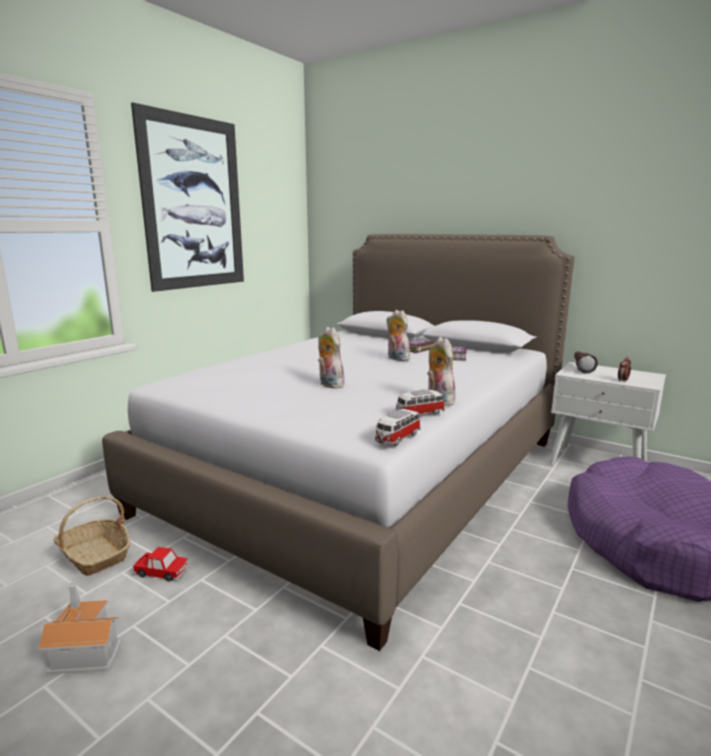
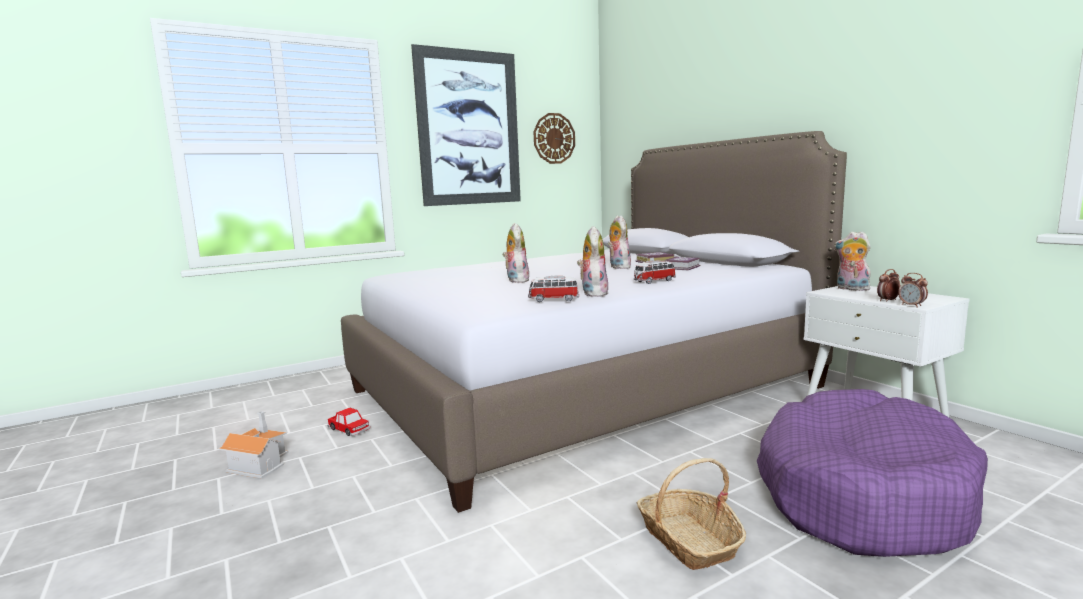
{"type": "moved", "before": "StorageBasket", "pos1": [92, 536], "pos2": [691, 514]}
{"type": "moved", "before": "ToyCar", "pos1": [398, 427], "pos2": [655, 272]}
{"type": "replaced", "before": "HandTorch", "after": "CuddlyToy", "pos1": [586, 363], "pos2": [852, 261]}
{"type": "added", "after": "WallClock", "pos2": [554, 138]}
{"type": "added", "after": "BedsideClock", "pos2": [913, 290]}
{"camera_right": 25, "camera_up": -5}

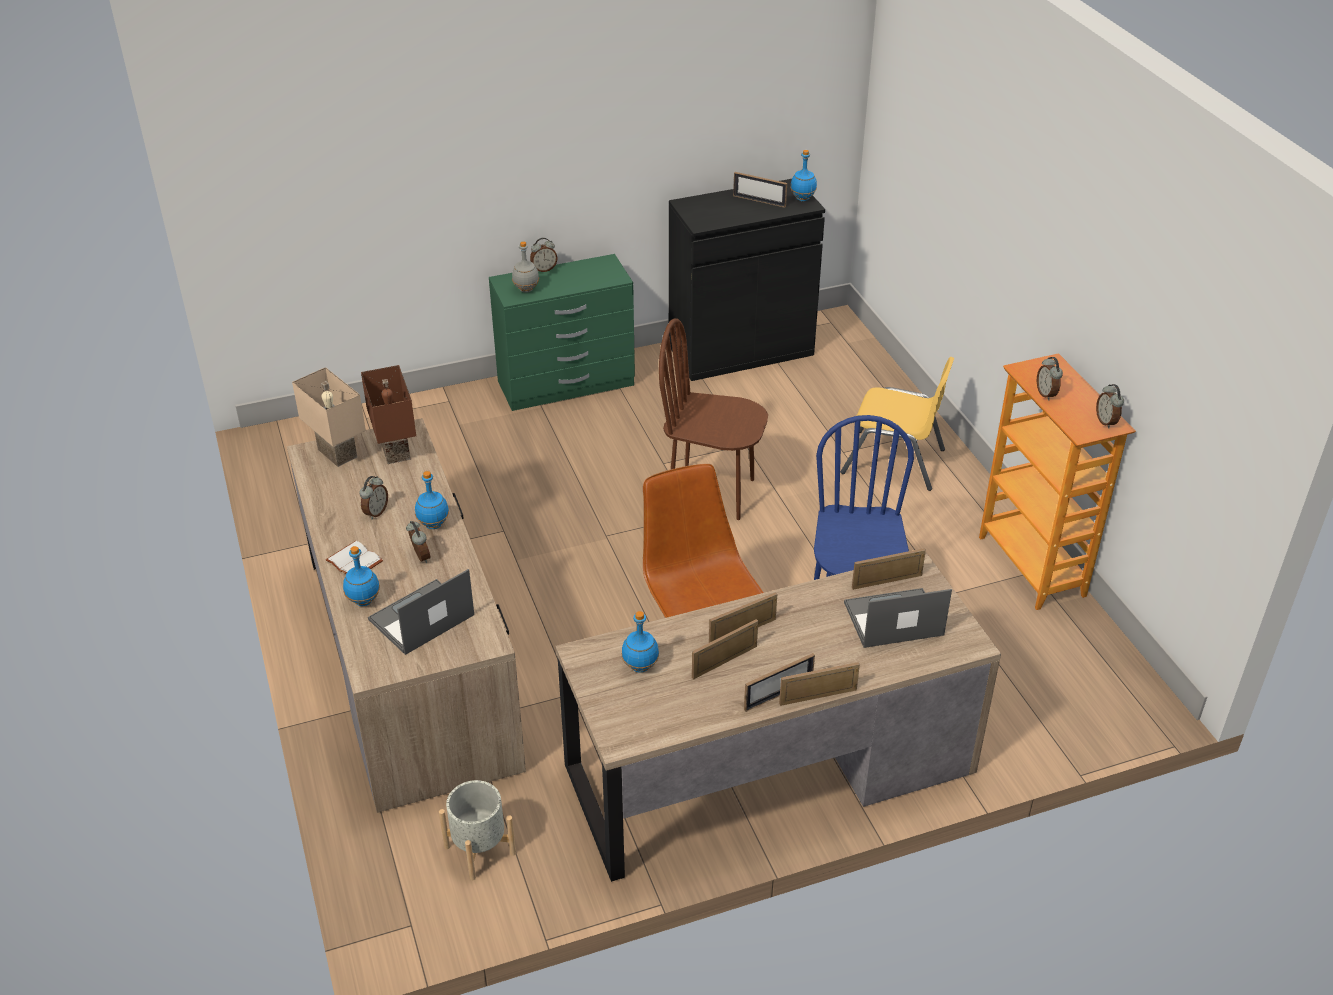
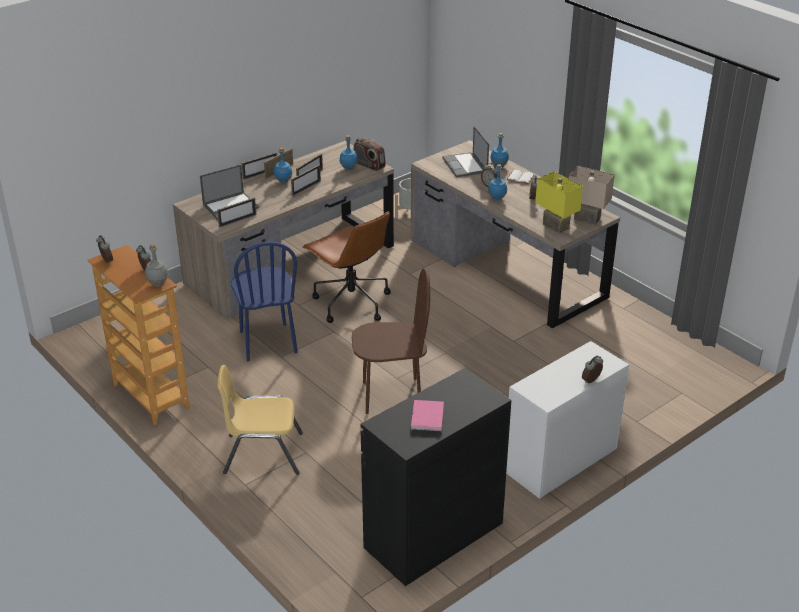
{"type": "recoloured", "before": "BrownishTabletopLamp", "after": "YellowTabletopLamp", "pos1": [388, 414], "pos2": [559, 202]}
{"type": "turned", "before": "PortableComputer", "pos1": [421, 612], "pos2": [466, 151], "turn": 135}
{"type": "recoloured", "before": "GreenColouredChestOfDrawers", "after": "WhiteColouredChestOfDrawers", "pos1": [562, 332], "pos2": [567, 420]}
{"type": "moved", "before": "GreyBeverageBottle", "pos1": [525, 267], "pos2": [157, 265]}
{"type": "replaced", "before": "StandingFrame", "after": "PinkishVolume", "pos1": [760, 190], "pos2": [427, 415]}
{"type": "moved", "before": "BlueColouredBeverageBottle", "pos1": [803, 175], "pos2": [283, 165]}
{"type": "added", "after": "Radio", "pos2": [369, 154]}
{"camera_right": 160, "camera_up": -5}

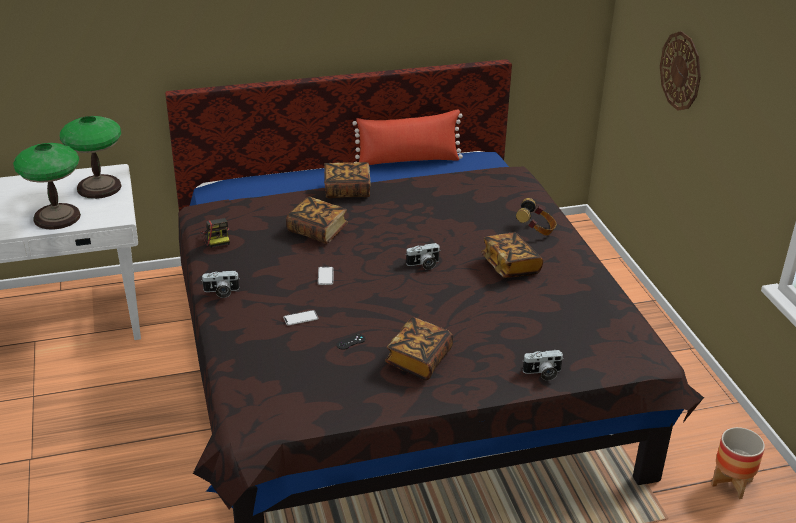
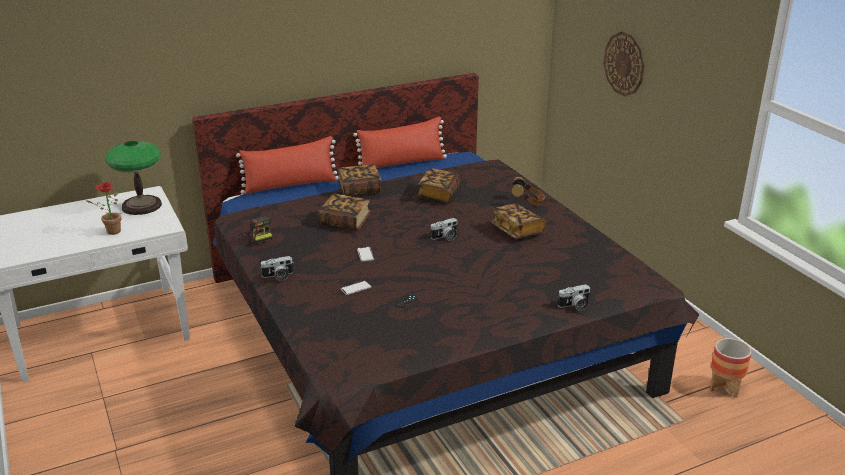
{"type": "replaced", "before": "TabletopLamp", "after": "Houseplant", "pos1": [47, 186], "pos2": [103, 208]}
{"type": "moved", "before": "Volume", "pos1": [419, 348], "pos2": [438, 186]}
{"type": "added", "after": "ReddishCushion", "pos2": [287, 165]}
{"camera_right": -10, "camera_up": -5}

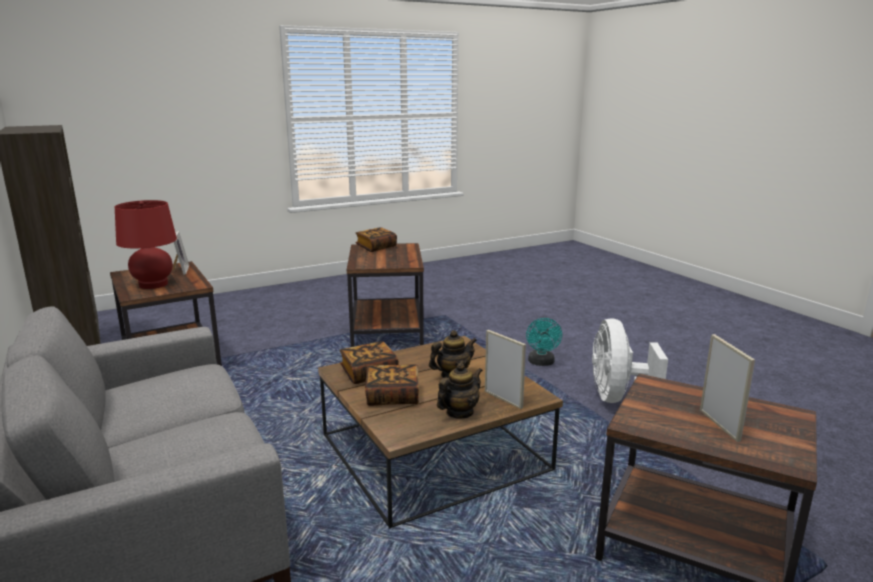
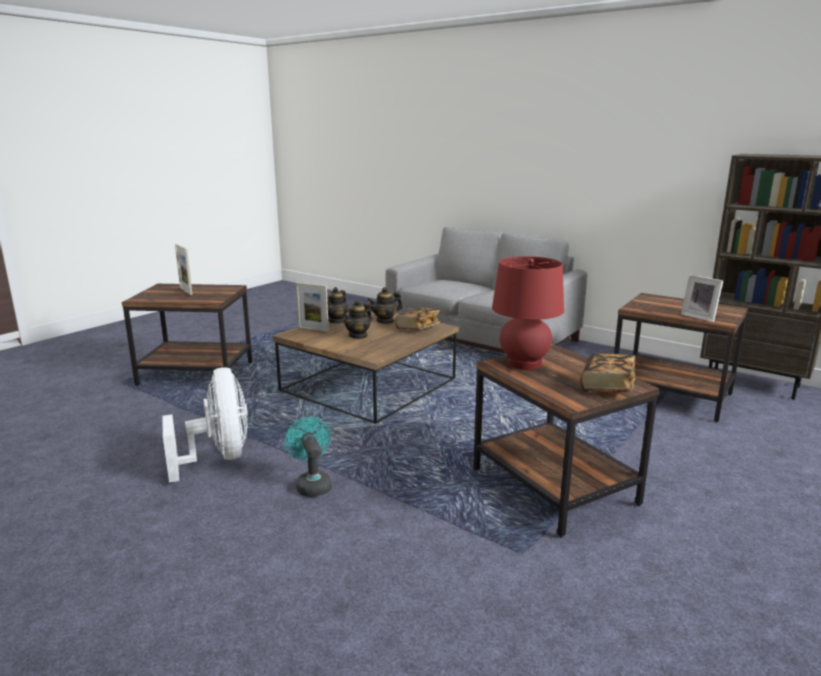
{"type": "moved", "before": "ReddishTabletopLamp", "pos1": [146, 244], "pos2": [528, 313]}
{"type": "replaced", "before": "Volume", "after": "TeaPot", "pos1": [392, 385], "pos2": [385, 305]}
{"camera_right": 155, "camera_up": 0}

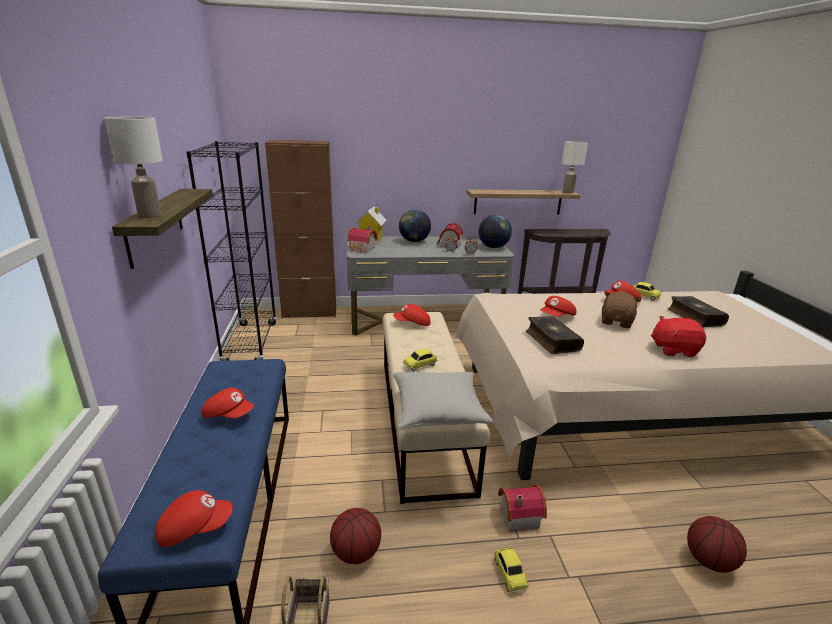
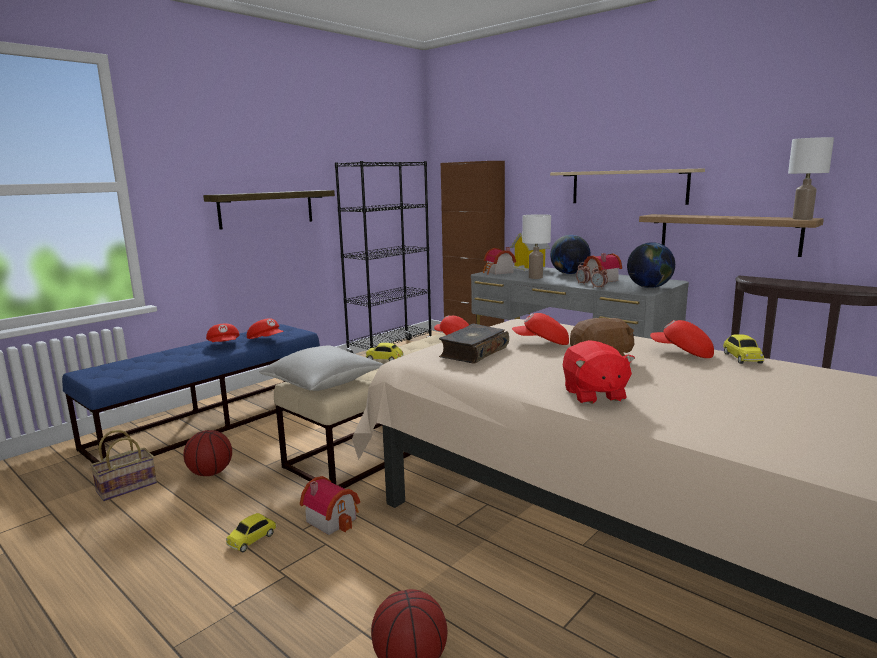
{"type": "moved", "before": "WhiteColouredTabletopLamp", "pos1": [133, 167], "pos2": [536, 246]}
{"type": "moved", "before": "ReddishPeakedCap", "pos1": [194, 518], "pos2": [265, 328]}
{"type": "turned", "before": "ReddishCuddlyToy", "pos1": [678, 336], "pos2": [599, 372], "turn": -150}
{"type": "removed", "before": "Volume", "pos1": [698, 311]}
{"type": "added", "after": "BeigeShelf", "pos2": [627, 186]}
{"camera_right": 50, "camera_up": -10}

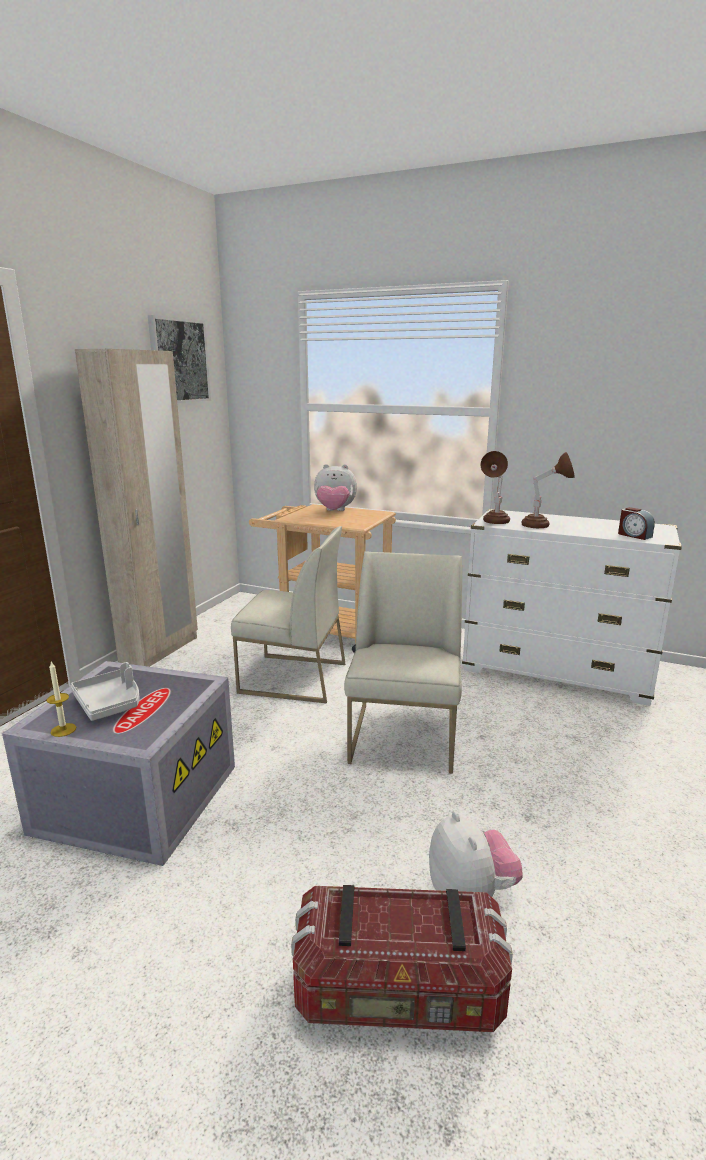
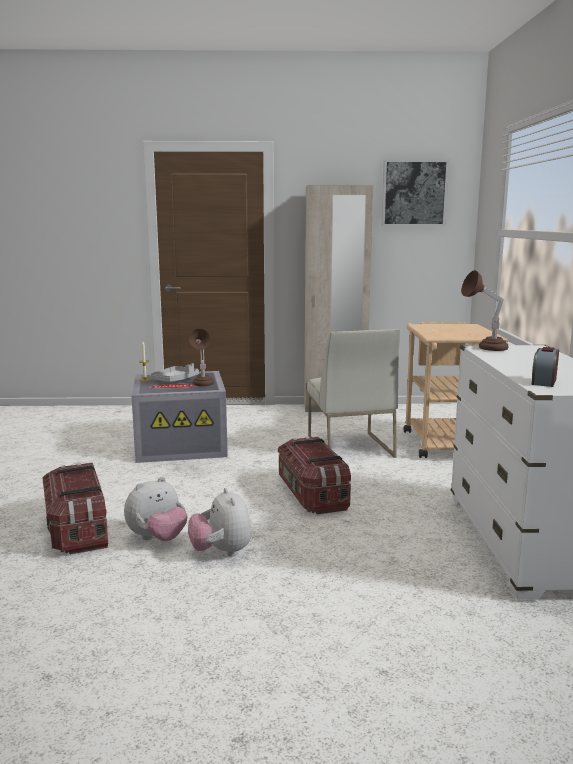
{"type": "moved", "before": "CuddlyToy", "pos1": [335, 487], "pos2": [220, 522]}
{"type": "replaced", "before": "WhiteColouredUprightChair", "after": "StorageContainer", "pos1": [403, 663], "pos2": [314, 475]}
{"type": "moved", "before": "BrownishTabletopLamp", "pos1": [547, 490], "pos2": [201, 357]}
{"camera_right": 65, "camera_up": -5}

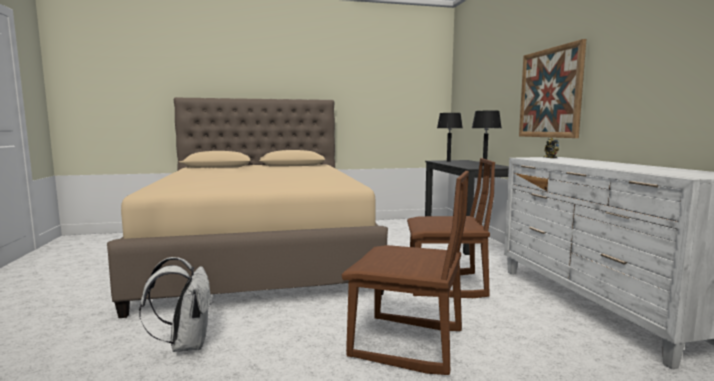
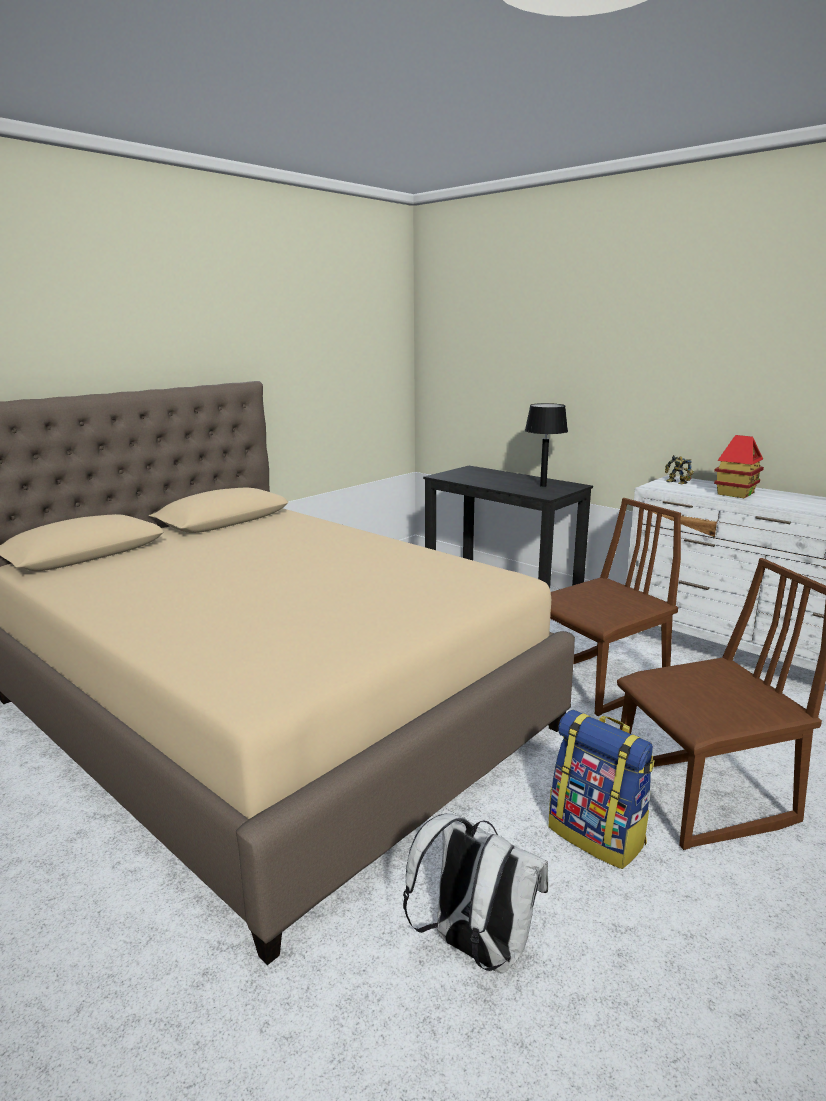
{"type": "removed", "before": "BlackColouredTabletopLamp", "pos1": [450, 137]}
{"type": "removed", "before": "WallPicture", "pos1": [552, 88]}
{"type": "added", "after": "Rucksack", "pos2": [602, 789]}
{"type": "added", "after": "ToyHouse", "pos2": [739, 466]}
{"camera_right": -35, "camera_up": 10}

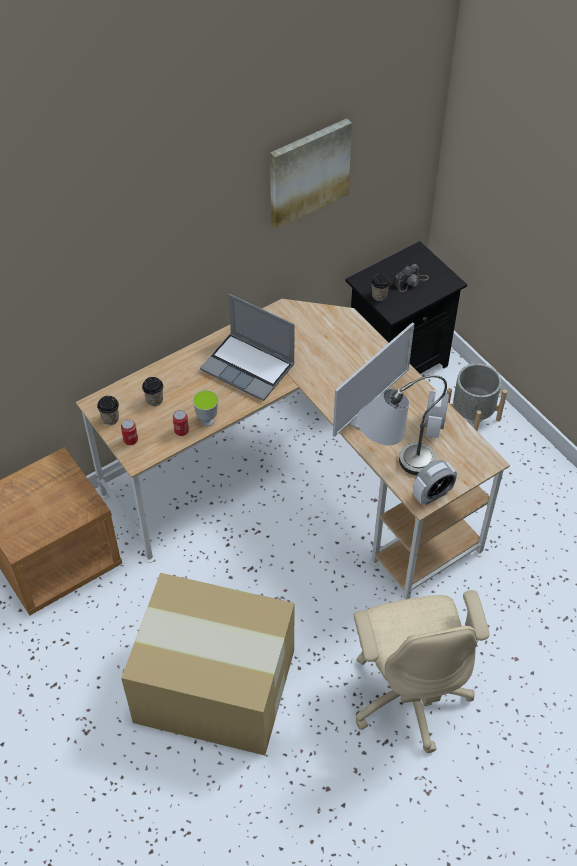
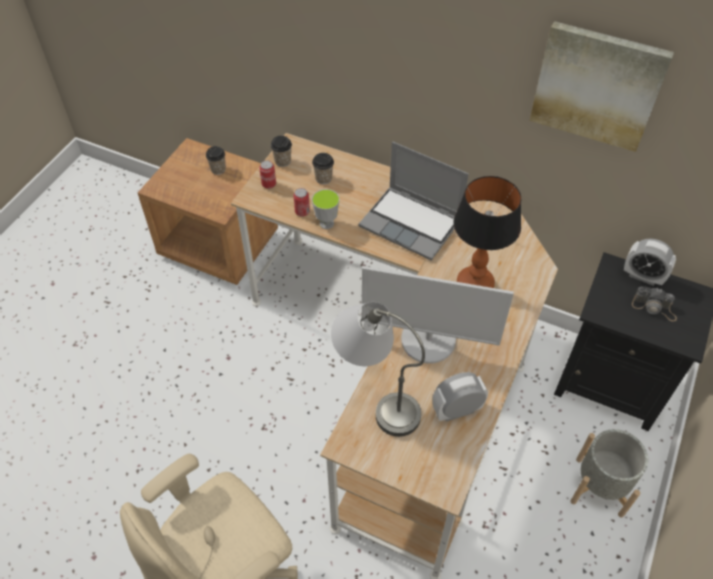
{"type": "removed", "before": "PackingBox", "pos1": [208, 664]}
{"type": "turned", "before": "PortableComputer", "pos1": [247, 347], "pos2": [413, 201], "turn": -60}
{"type": "moved", "before": "SmallCup", "pos1": [380, 287], "pos2": [216, 160]}
{"type": "moved", "before": "BedsideClock", "pos1": [435, 482], "pos2": [650, 262]}
{"type": "added", "after": "TabletopLamp", "pos2": [487, 232]}
{"camera_right": 60, "camera_up": 0}

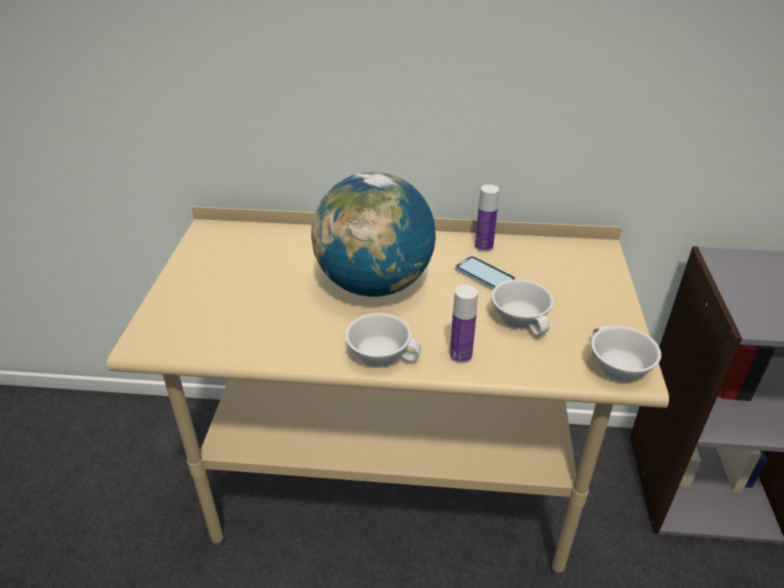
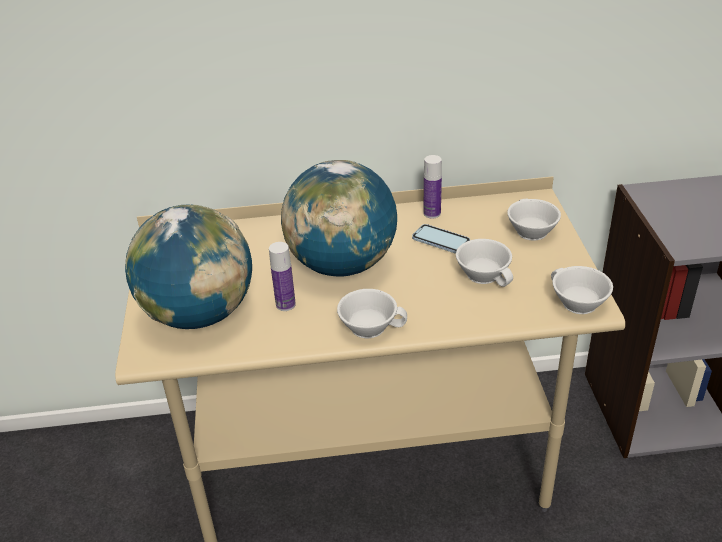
{"type": "moved", "before": "BeverageBottle", "pos1": [464, 324], "pos2": [282, 276]}
{"type": "added", "after": "WorldGlobe", "pos2": [188, 267]}
{"type": "added", "after": "WhiteColouredSmallCup", "pos2": [534, 219]}
{"camera_right": -10, "camera_up": 0}

